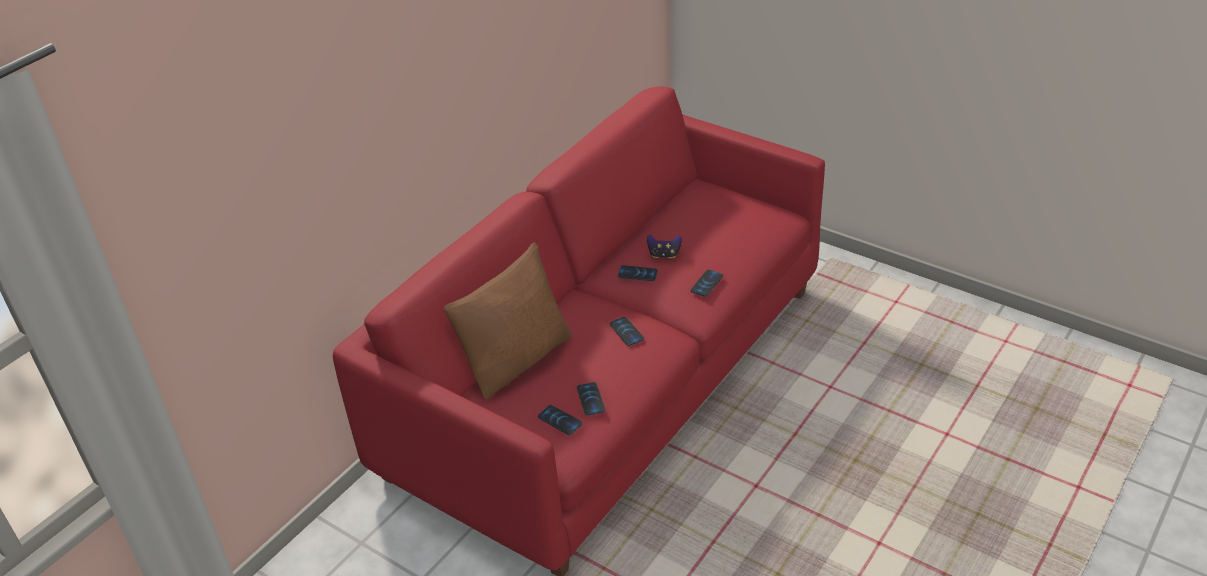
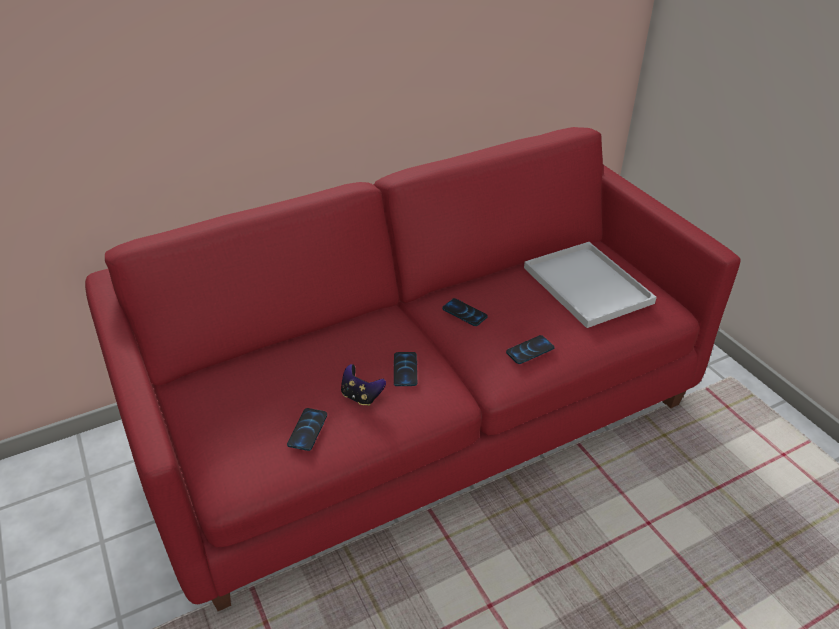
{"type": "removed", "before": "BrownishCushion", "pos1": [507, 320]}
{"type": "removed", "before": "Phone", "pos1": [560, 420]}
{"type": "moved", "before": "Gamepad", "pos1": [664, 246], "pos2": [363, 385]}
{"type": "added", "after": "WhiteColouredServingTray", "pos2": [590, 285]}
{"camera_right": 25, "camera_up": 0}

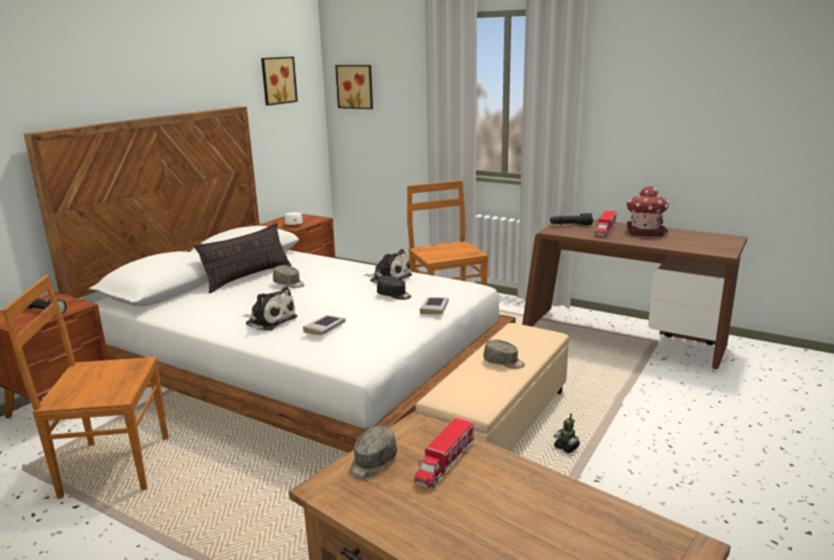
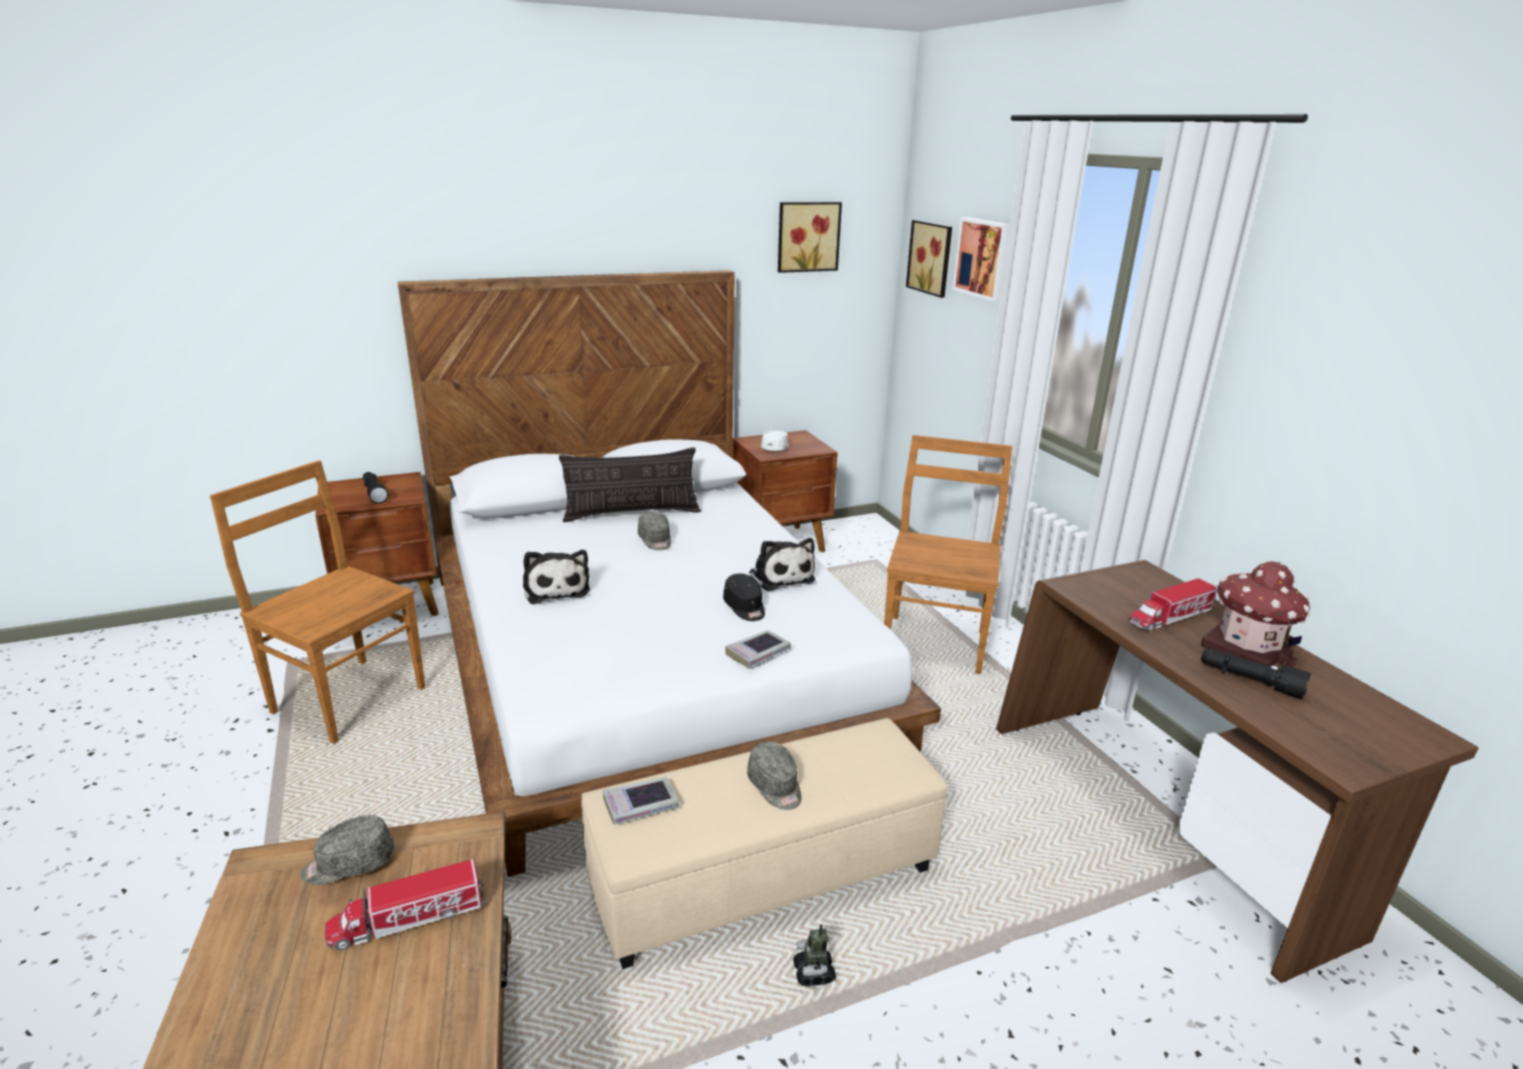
{"type": "moved", "before": "Volume", "pos1": [324, 325], "pos2": [641, 801]}
{"type": "moved", "before": "BlackColouredHandTorch", "pos1": [571, 219], "pos2": [1256, 673]}
{"type": "added", "after": "WallPicture", "pos2": [981, 259]}
{"camera_right": 35, "camera_up": 5}

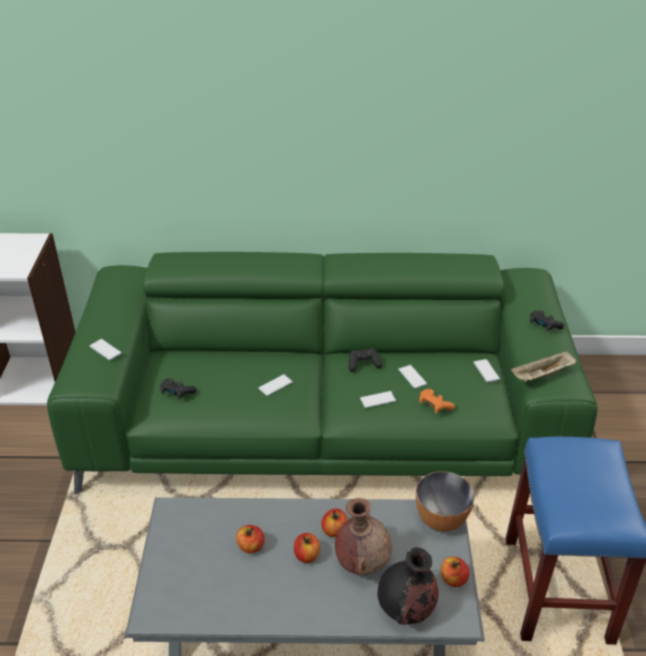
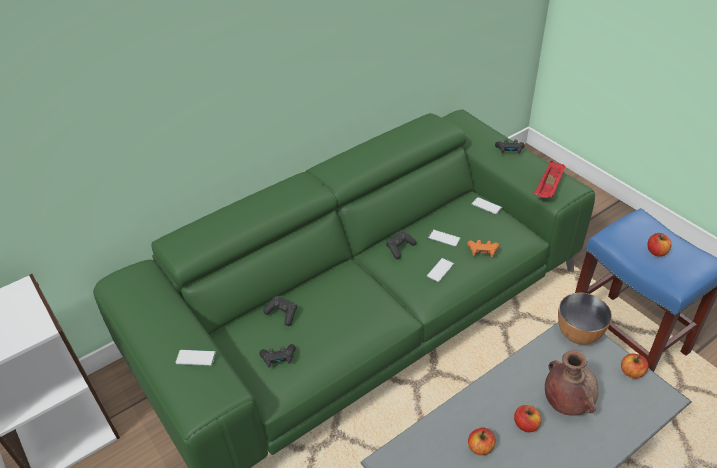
{"type": "removed", "before": "Phone", "pos1": [275, 385]}
{"type": "moved", "before": "Apple", "pos1": [334, 523], "pos2": [659, 245]}
{"type": "removed", "before": "BlackColouredVase", "pos1": [408, 586]}
{"type": "recoloured", "before": "BeigeServingTray", "after": "ReddishServingTray", "pos1": [543, 366], "pos2": [549, 179]}
{"type": "added", "after": "BlackColouredGamepad", "pos2": [280, 311]}
{"camera_right": -35, "camera_up": 5}

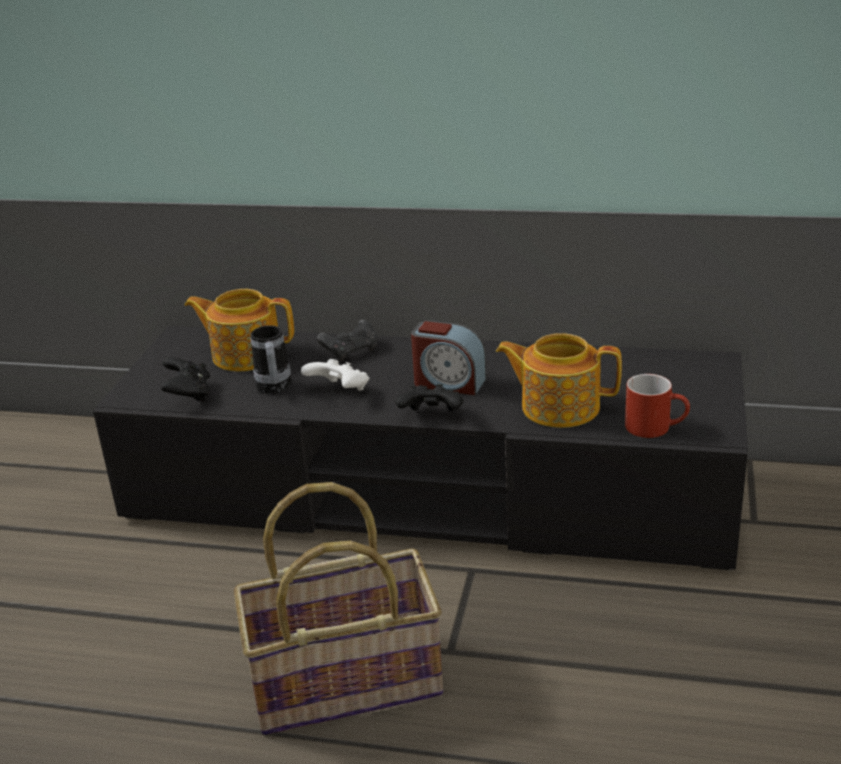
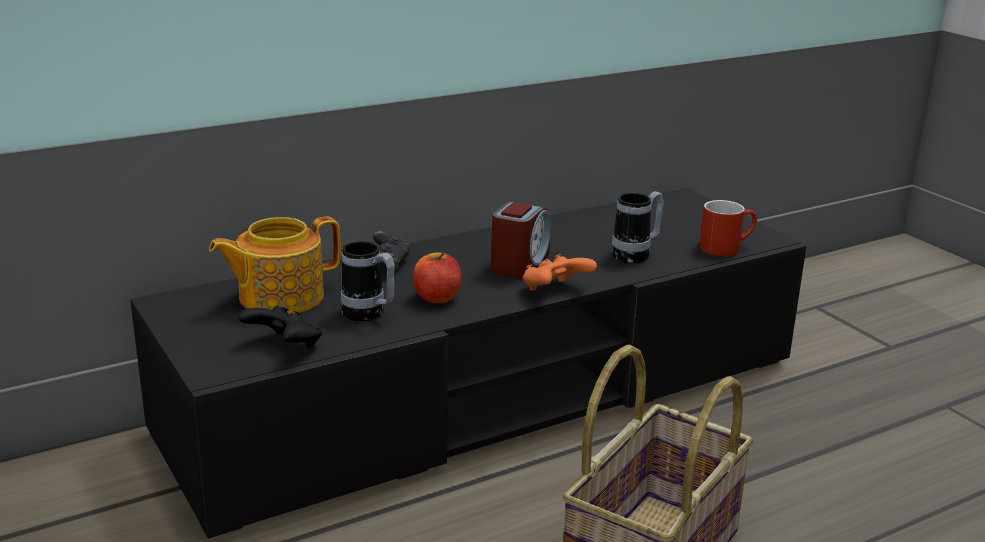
{"type": "replaced", "before": "WhiteColouredGamepad", "after": "Apple", "pos1": [335, 375], "pos2": [437, 278]}
{"type": "recoloured", "before": "BlackColouredGamepad", "after": "OrangeColouredGamepad", "pos1": [429, 397], "pos2": [559, 272]}
{"type": "turned", "before": "BedsideClock", "pos1": [448, 357], "pos2": [521, 240], "turn": -45}
{"type": "replaced", "before": "TeaPot", "after": "CoffeeMug", "pos1": [559, 380], "pos2": [638, 227]}
{"camera_right": -45, "camera_up": -5}

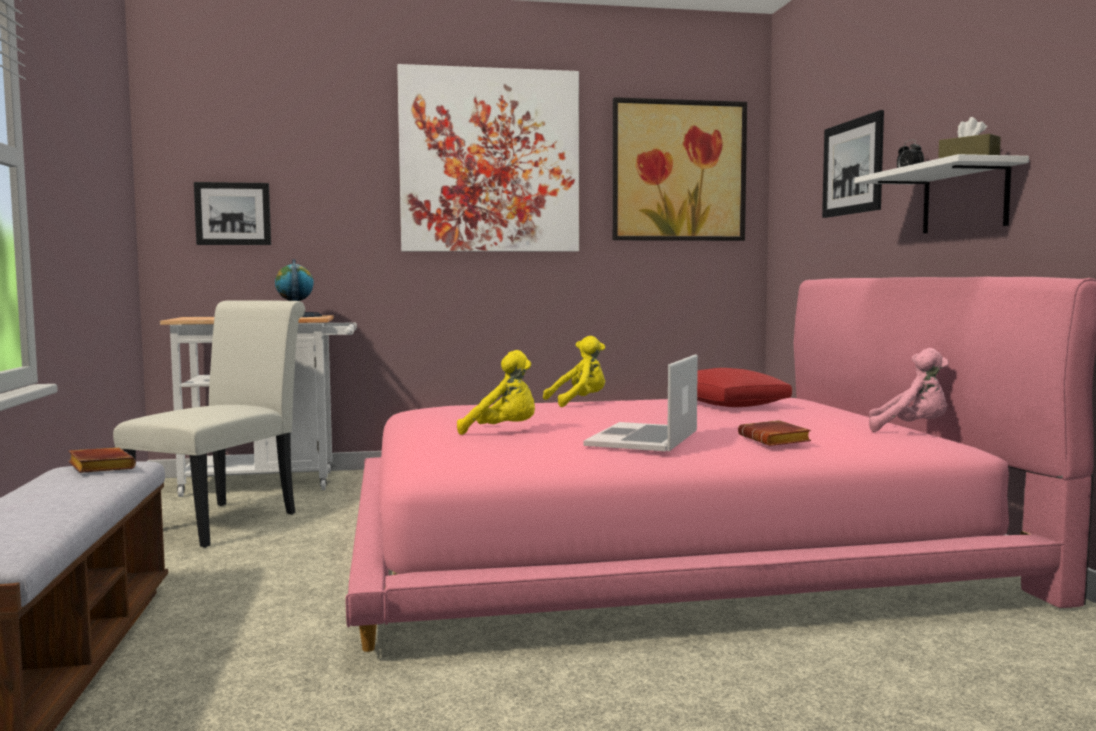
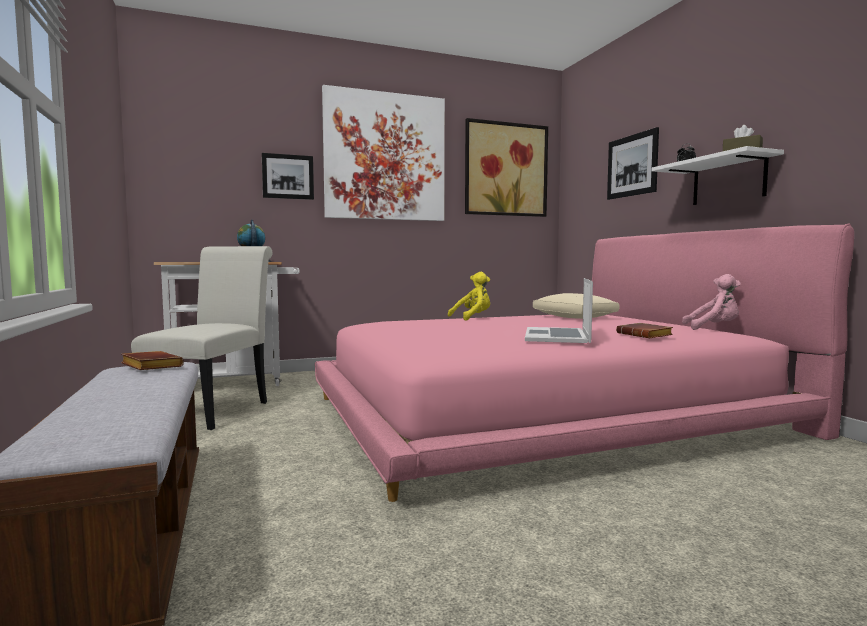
{"type": "moved", "before": "WallPicture", "pos1": [232, 213], "pos2": [288, 176]}
{"type": "removed", "before": "YellowCuddlyToy", "pos1": [496, 392]}
{"type": "recoloured", "before": "ReddishCushion", "after": "BeigeCushion", "pos1": [744, 387], "pos2": [576, 306]}
{"camera_right": -10, "camera_up": 0}

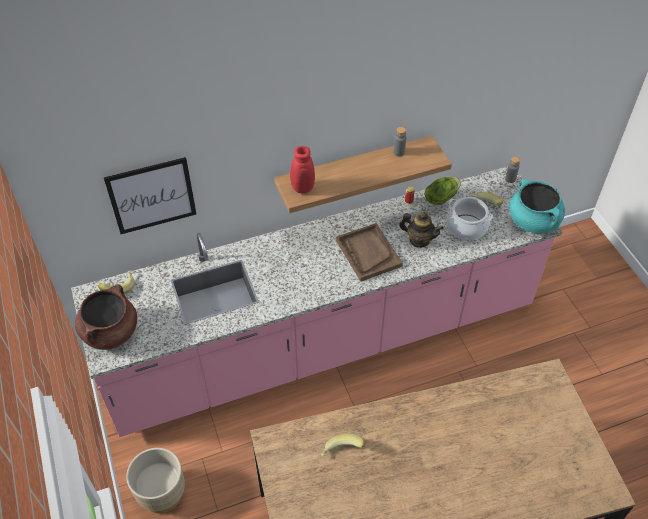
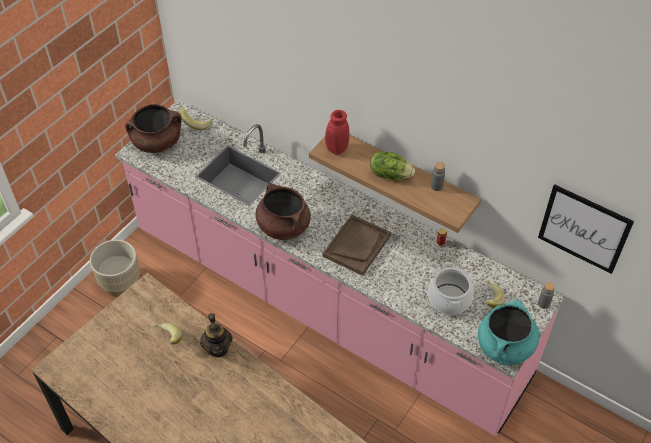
{"type": "moved", "before": "WallPicture", "pos1": [150, 195], "pos2": [586, 229]}
{"type": "moved", "before": "TeaPot", "pos1": [421, 230], "pos2": [216, 335]}
{"type": "moved", "before": "LettuceHead", "pos1": [442, 191], "pos2": [392, 165]}
{"type": "added", "after": "BrownishCookingPot", "pos2": [283, 211]}
{"camera_right": 55, "camera_up": 0}

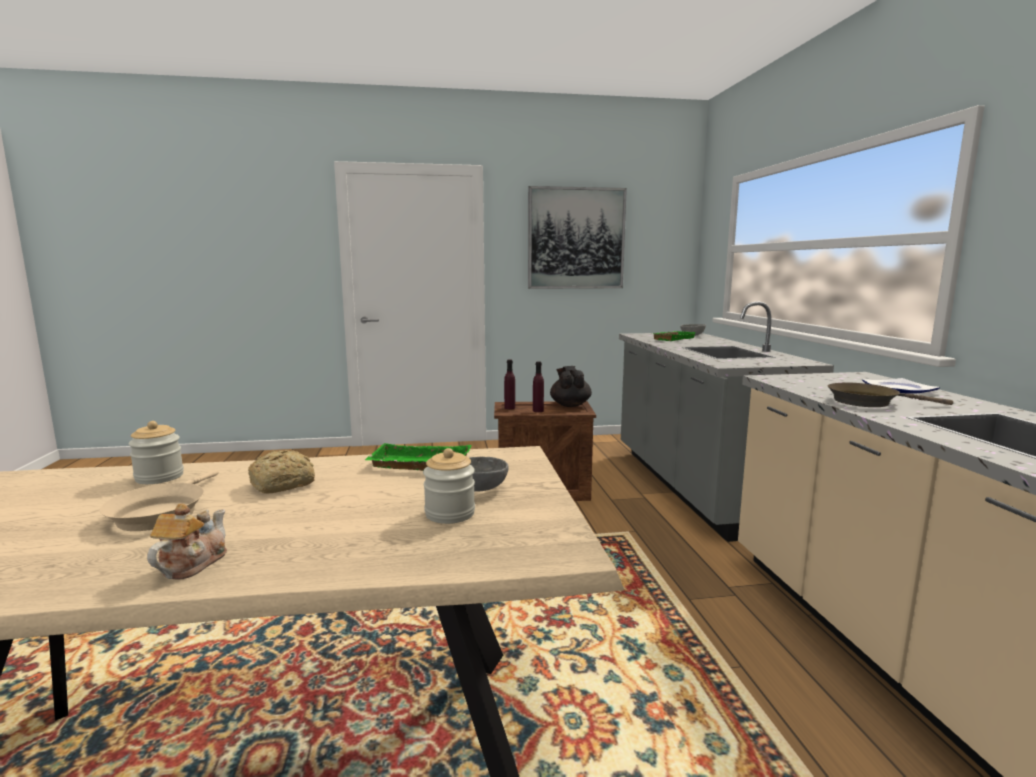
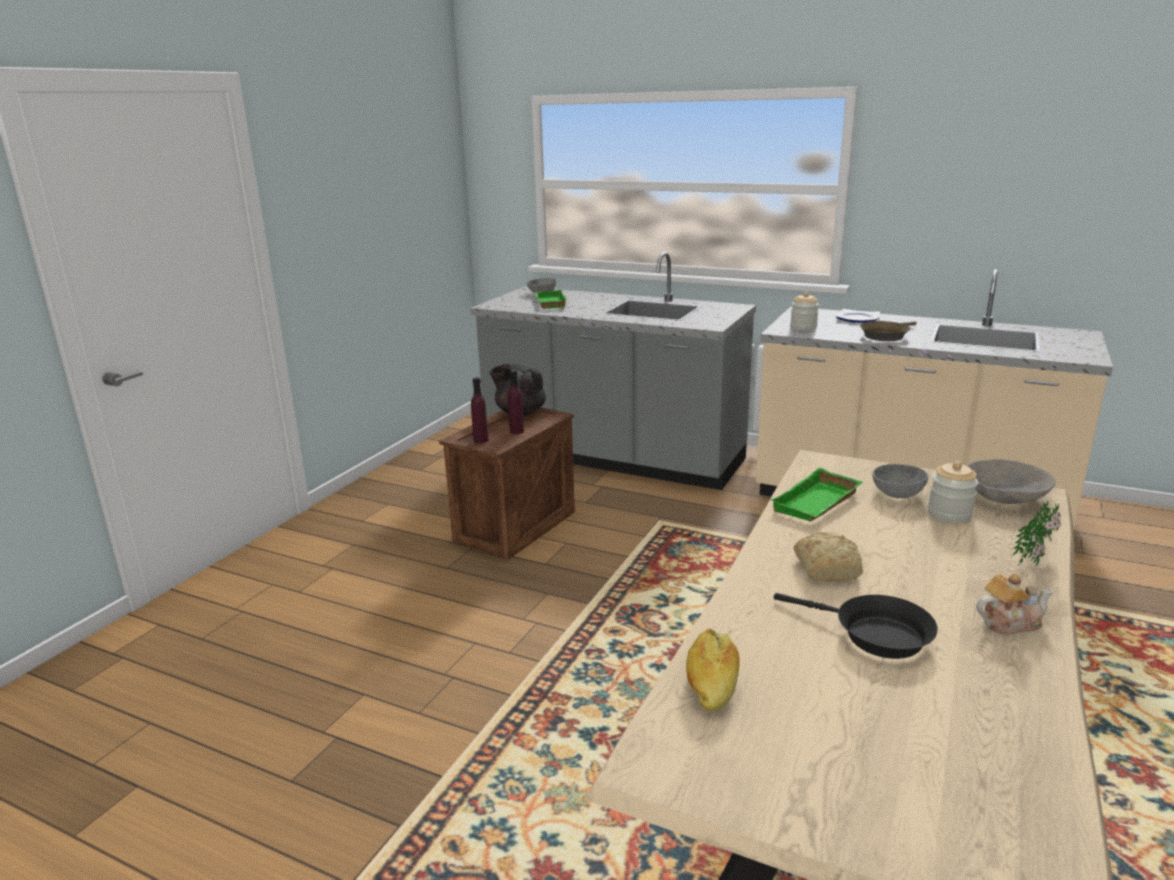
{"type": "recoloured", "before": "BeigeFryingPan", "after": "BlackColouredFryingPan", "pos1": [159, 500], "pos2": [856, 626]}
{"type": "moved", "before": "StorageJar", "pos1": [156, 452], "pos2": [804, 311]}
{"type": "turned", "before": "TeaPot", "pos1": [187, 541], "pos2": [1014, 604], "turn": 120}
{"type": "removed", "before": "WallPicture", "pos1": [577, 237]}
{"type": "added", "after": "BakedBread", "pos2": [713, 670]}
{"type": "added", "after": "GreyDeepDish", "pos2": [1011, 481]}
{"type": "added", "after": "Houseplant", "pos2": [1036, 533]}
{"camera_right": -55, "camera_up": 10}

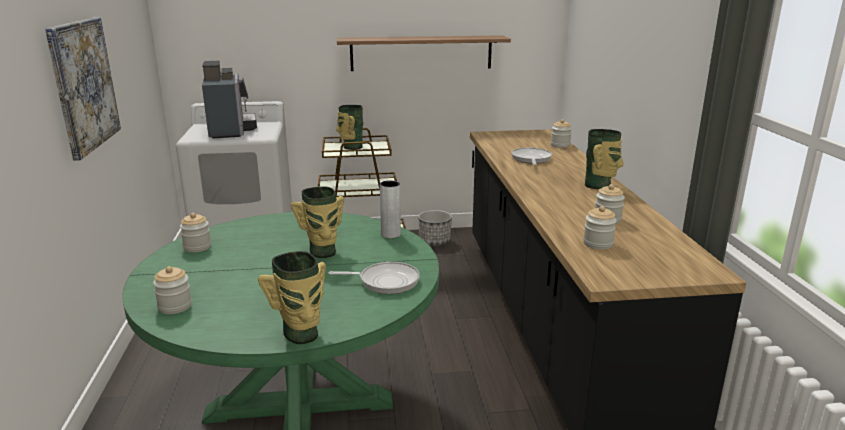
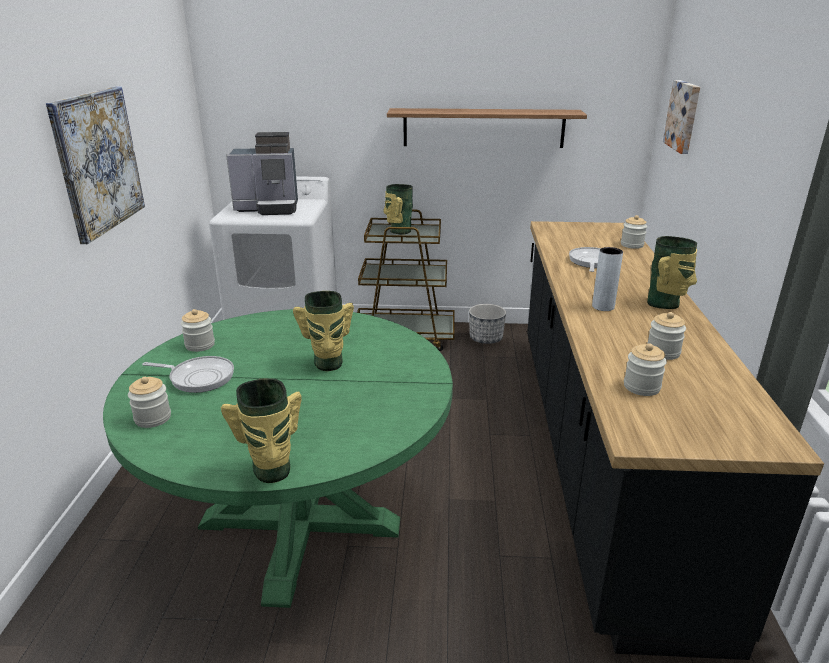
{"type": "turned", "before": "CoffeeMaker", "pos1": [229, 100], "pos2": [262, 173], "turn": 90}
{"type": "moved", "before": "FryingPan", "pos1": [374, 278], "pos2": [188, 374]}
{"type": "moved", "before": "GreyVase", "pos1": [390, 209], "pos2": [607, 279]}
{"type": "added", "after": "WallPicture", "pos2": [681, 117]}
{"camera_right": 10, "camera_up": 5}

